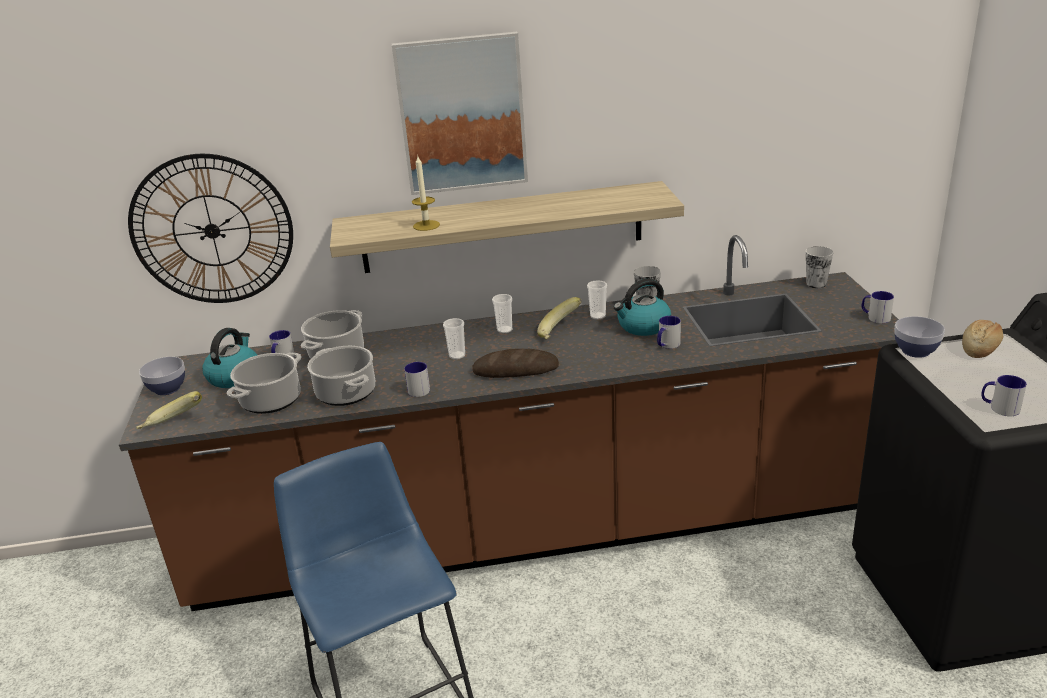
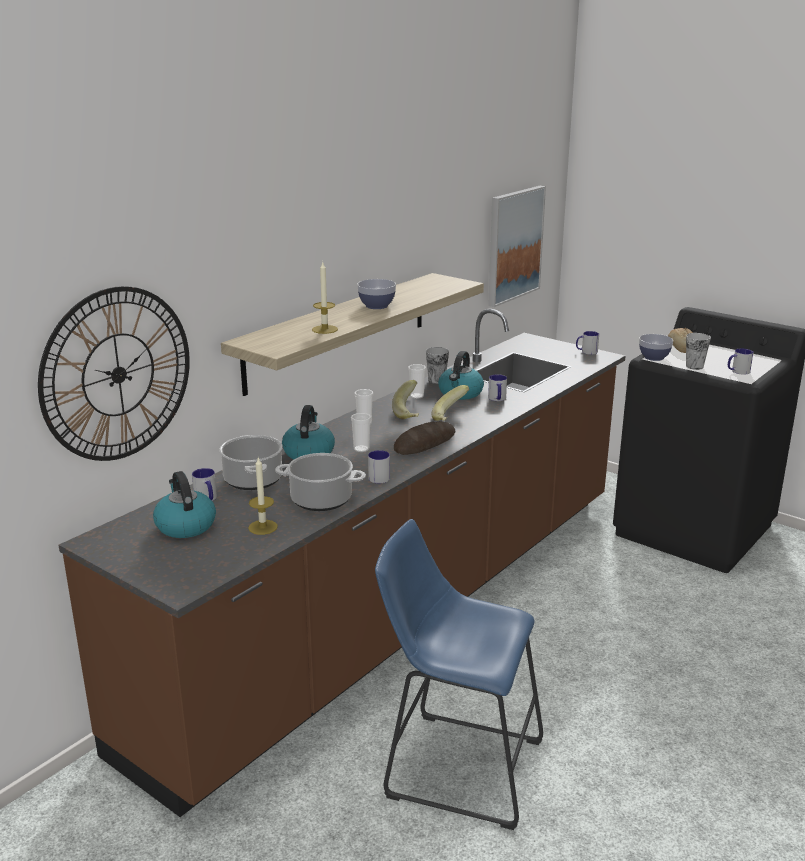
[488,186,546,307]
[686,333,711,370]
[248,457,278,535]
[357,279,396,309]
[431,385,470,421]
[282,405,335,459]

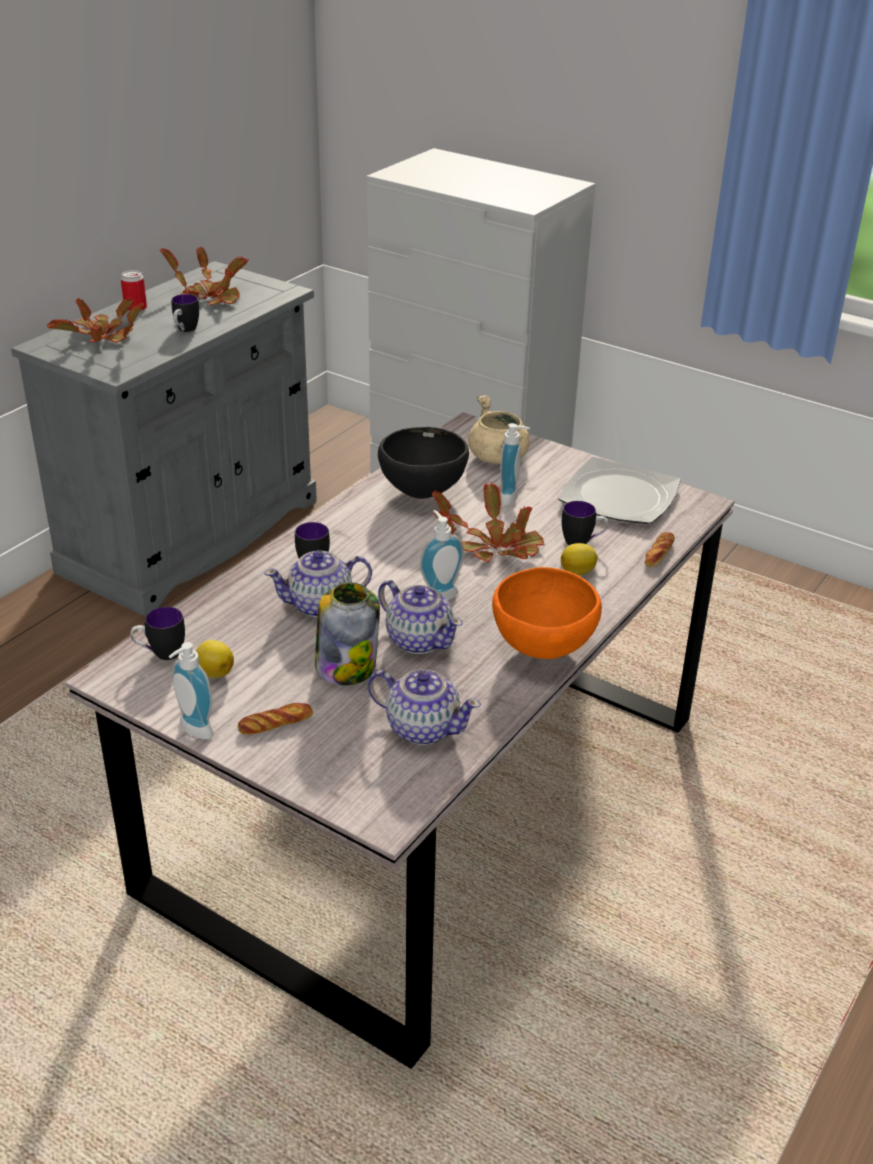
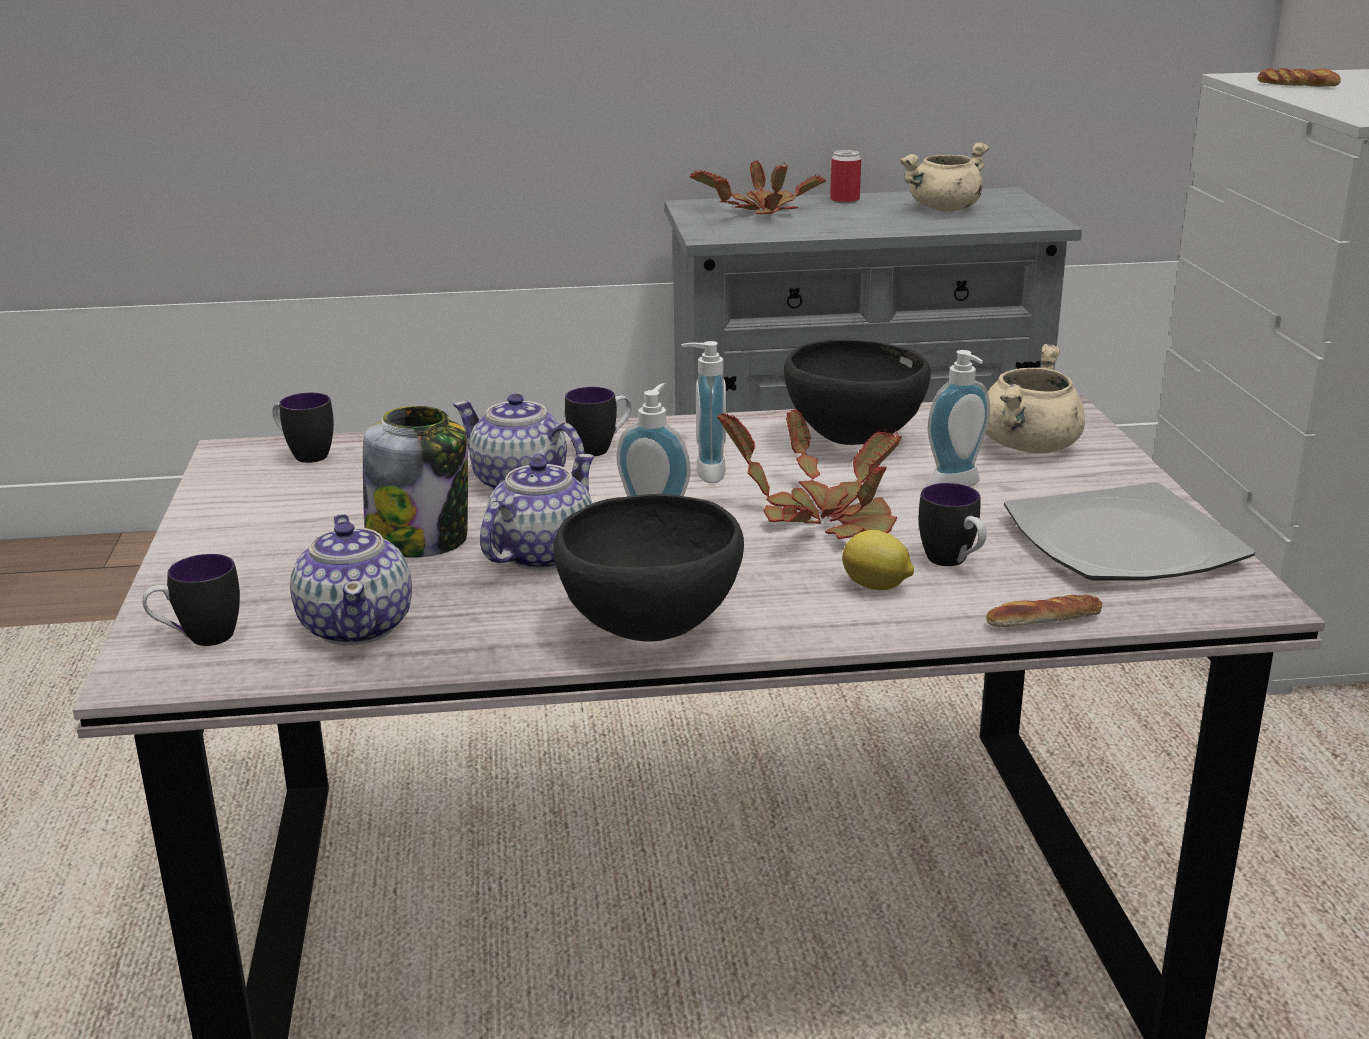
[900,142,989,211]
[142,554,240,646]
[554,494,744,641]
[480,454,594,570]
[196,640,234,678] (first image)
[681,341,726,483]
[1257,68,1341,87]

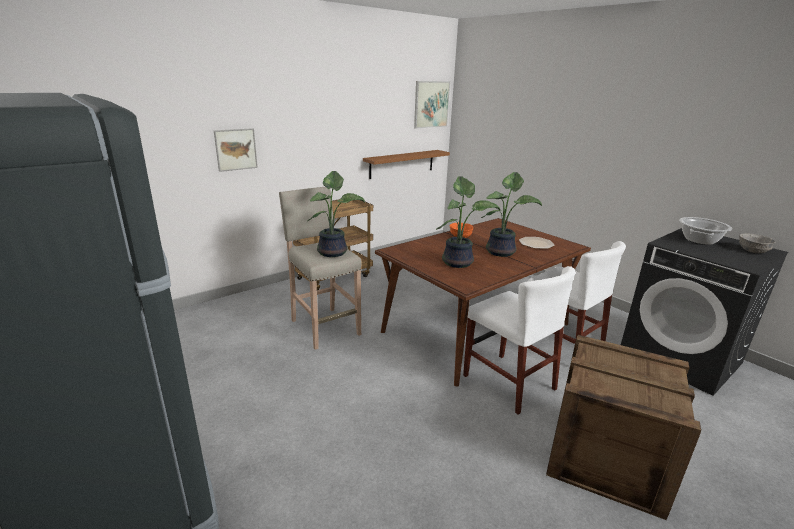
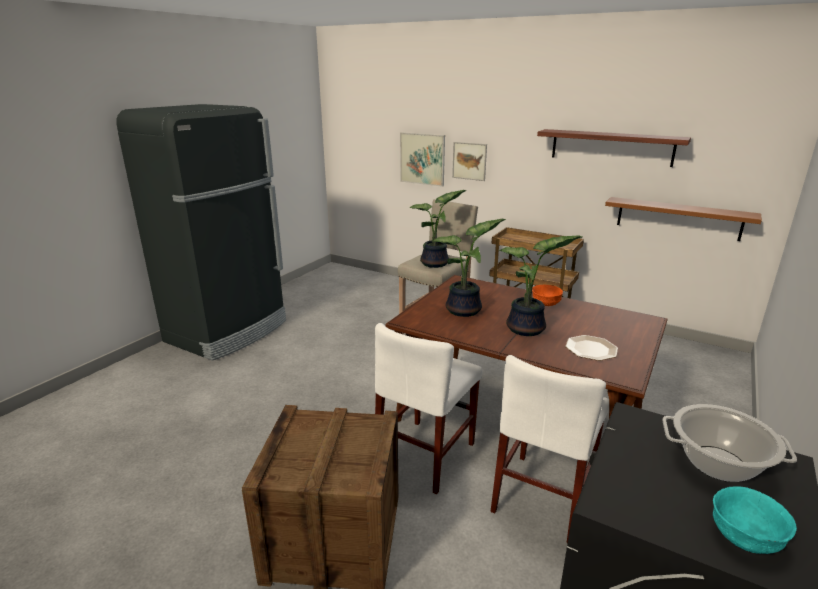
[400,132,445,187]
[713,486,797,554]
[537,129,691,167]

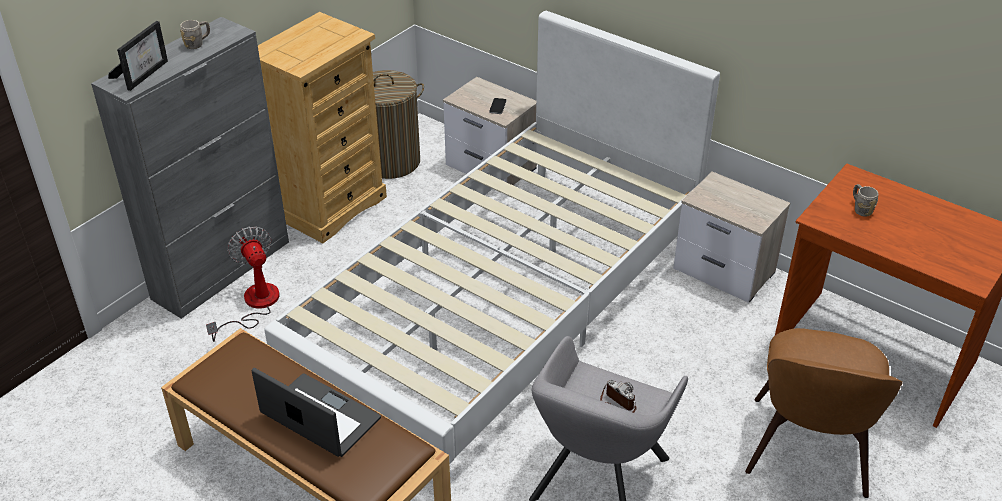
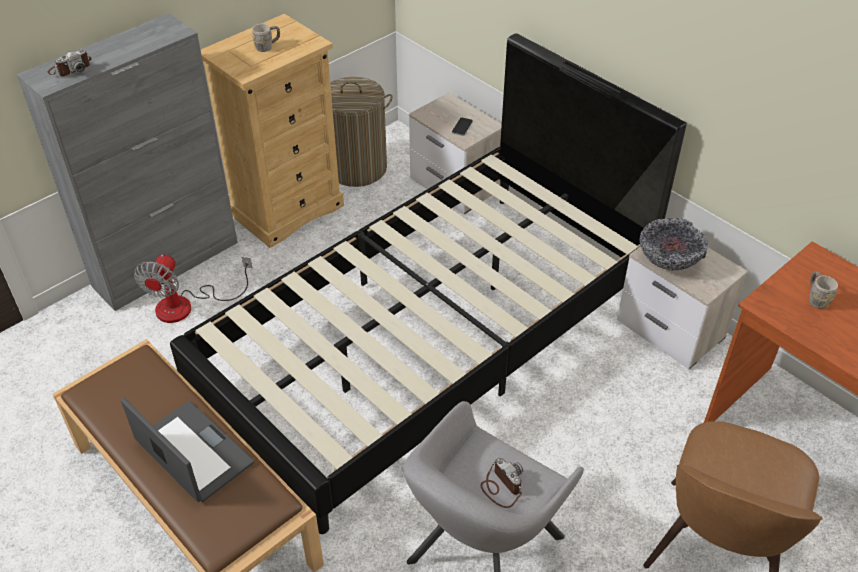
[170,33,687,534]
[252,24,280,52]
[48,49,91,76]
[134,254,252,323]
[640,218,708,271]

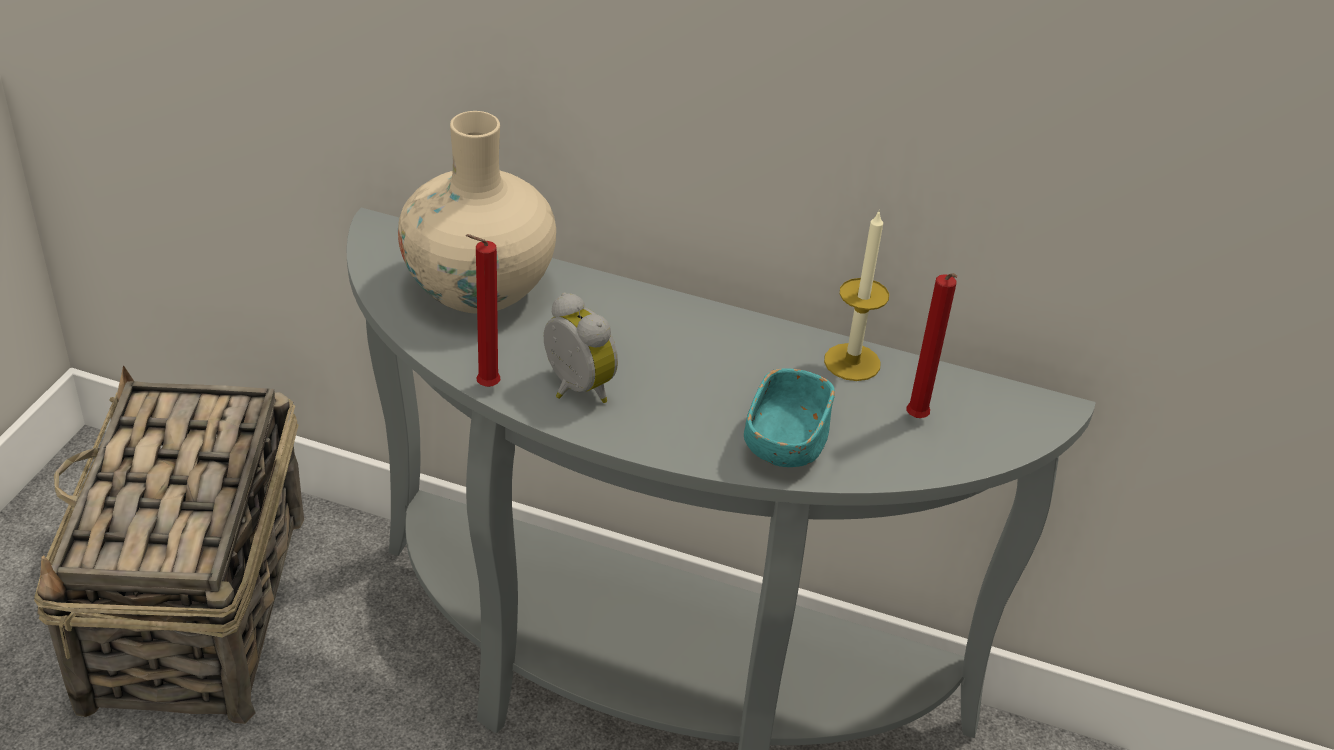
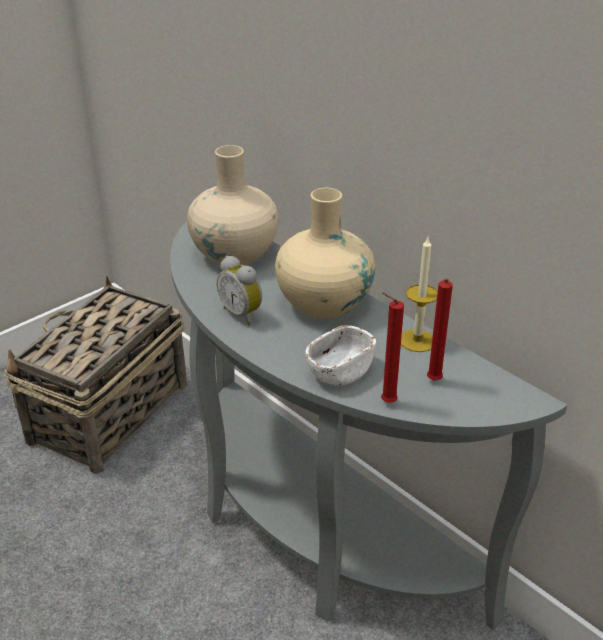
[381,293,404,403]
[217,256,262,325]
[305,325,376,385]
[275,188,375,319]

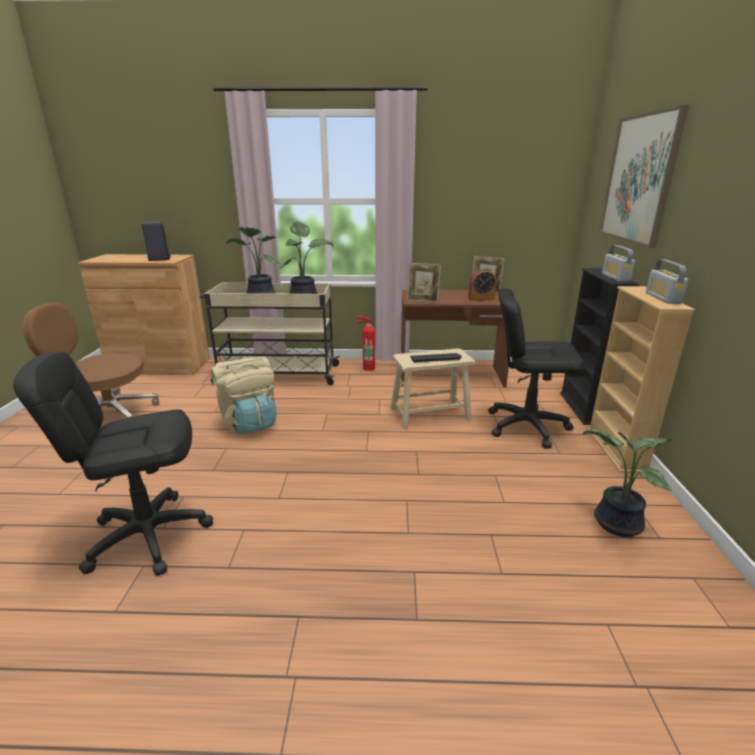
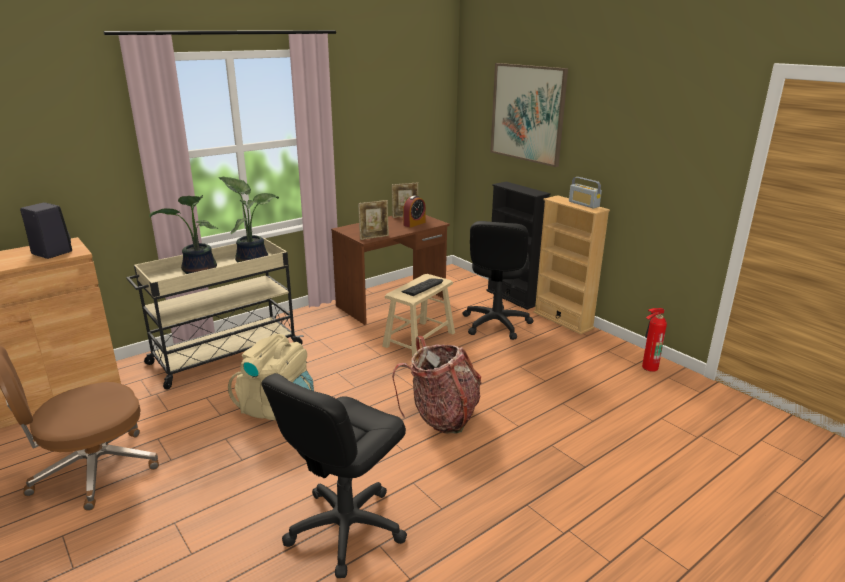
[602,245,635,282] (first image)
[463,221,534,340]
[642,308,667,372]
[582,429,672,537] (first image)
[392,336,482,434]

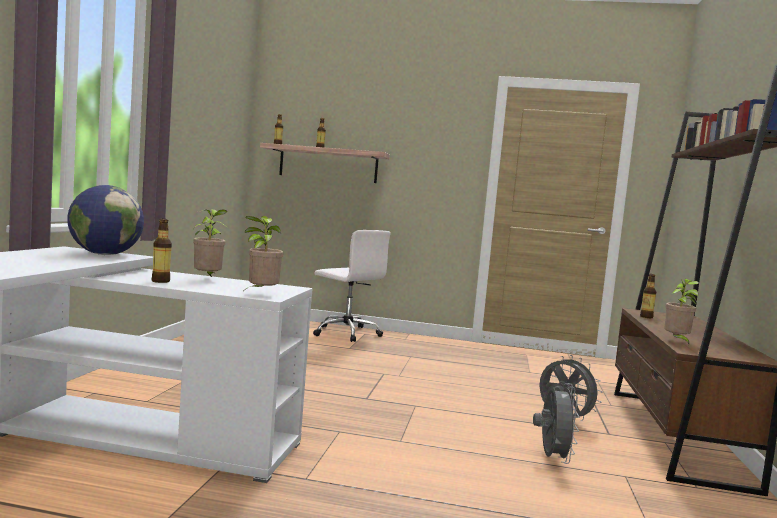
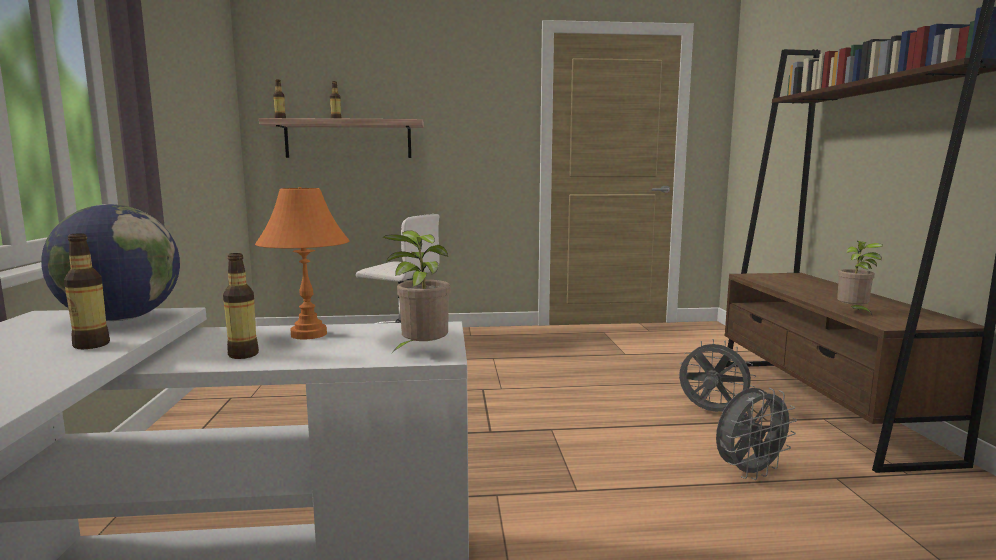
[255,187,350,339]
[64,233,110,349]
[716,388,797,480]

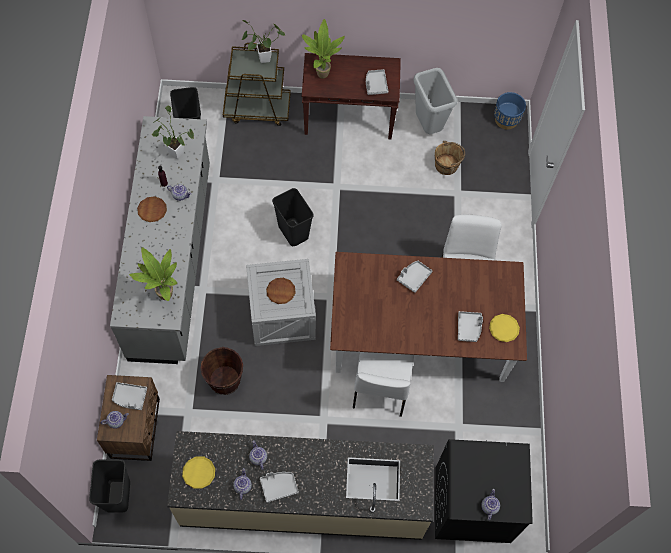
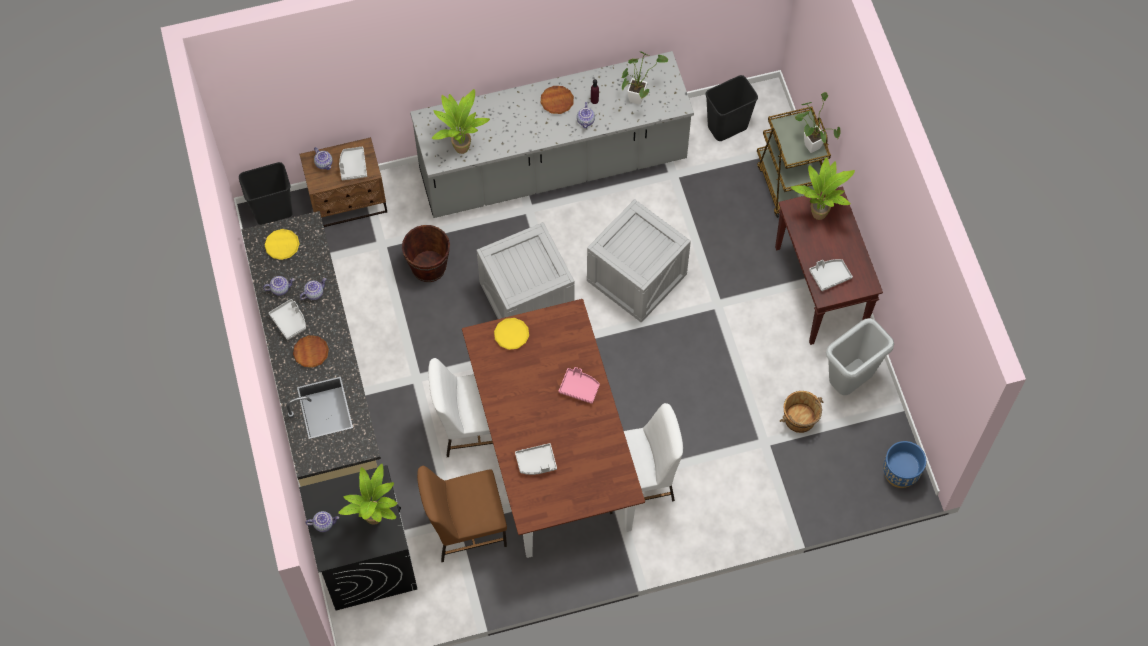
[587,199,691,323]
[559,367,600,404]
[293,335,329,368]
[494,318,529,350]
[338,464,397,525]
[417,466,507,562]

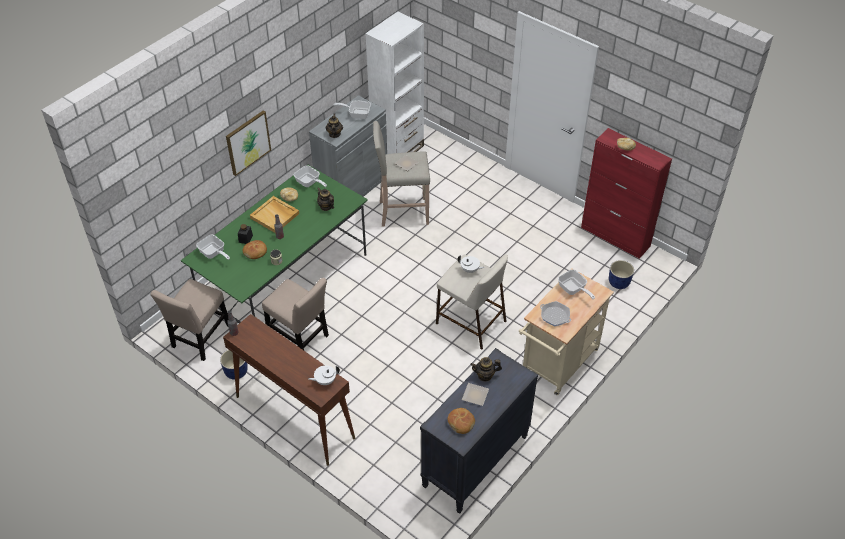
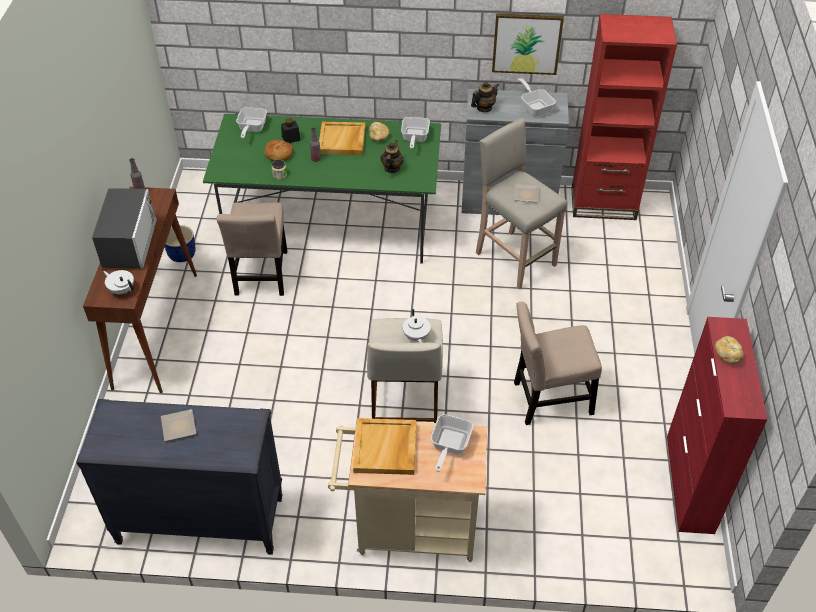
[571,14,677,220]
[492,13,564,75]
[609,260,634,289] (first image)
[514,301,602,425]
[353,418,416,475]
[470,357,502,382] (first image)
[448,408,475,434] (first image)
[92,188,157,268]

